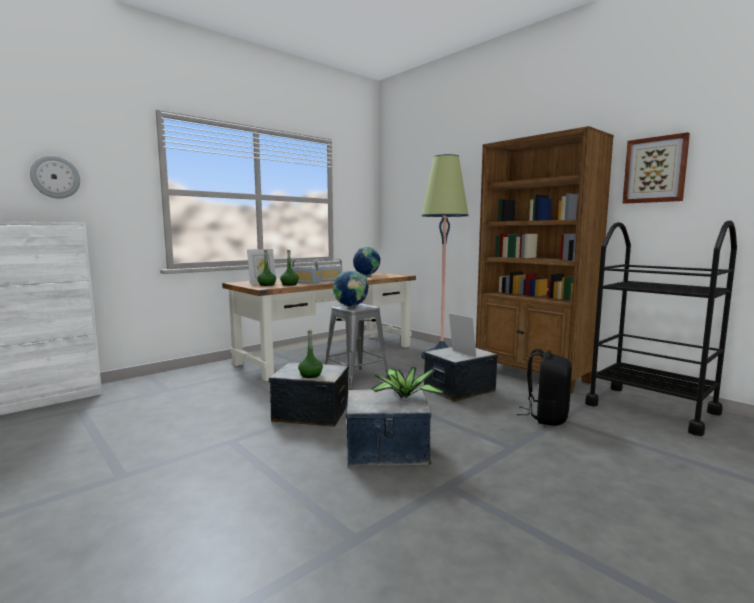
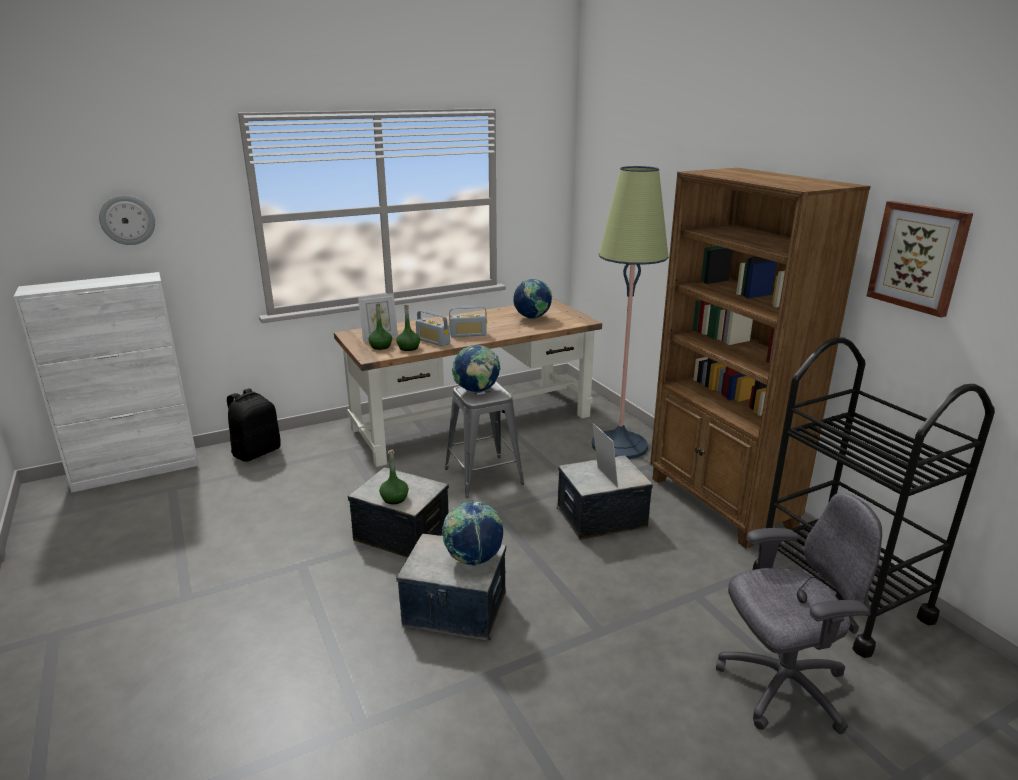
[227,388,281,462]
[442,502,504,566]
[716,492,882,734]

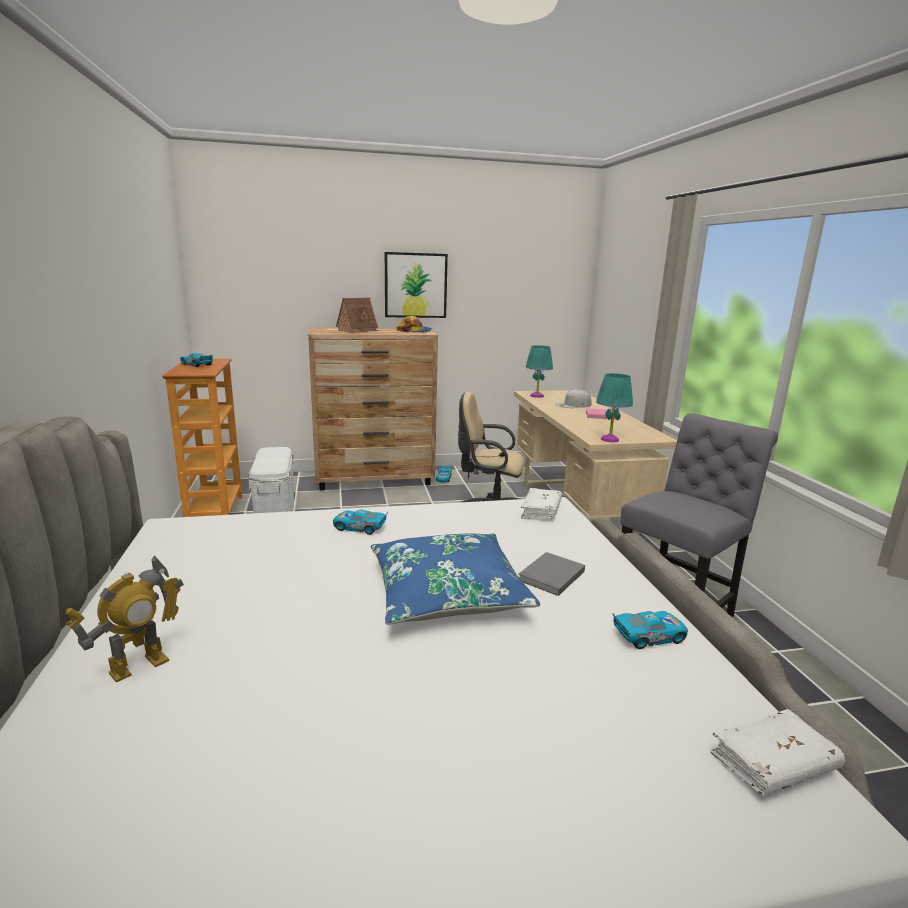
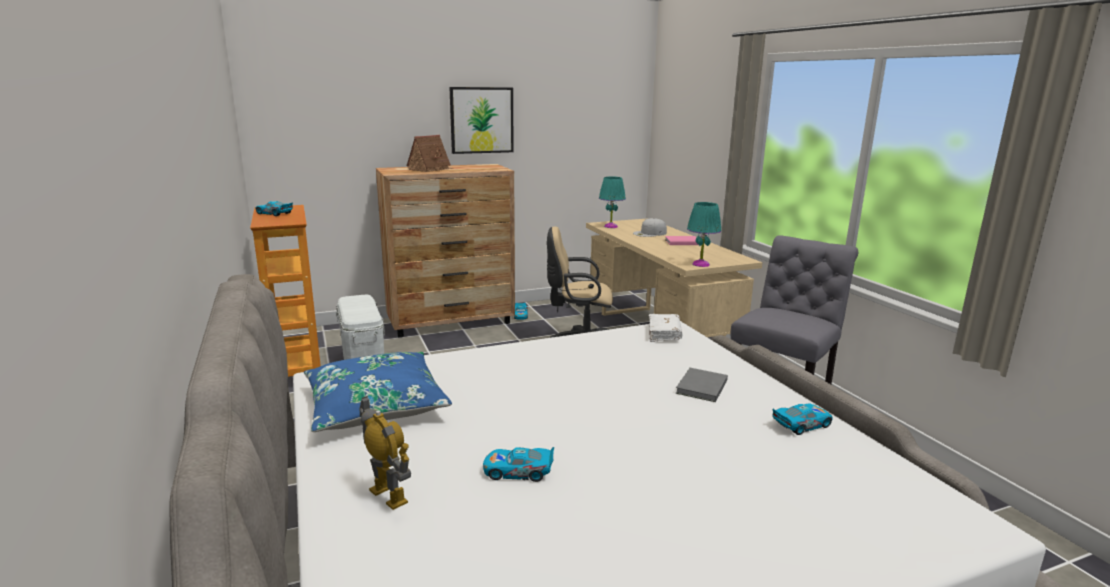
[397,316,432,333] (first image)
[483,447,554,482]
[304,352,452,432]
[360,396,411,510]
[711,709,845,796] (first image)

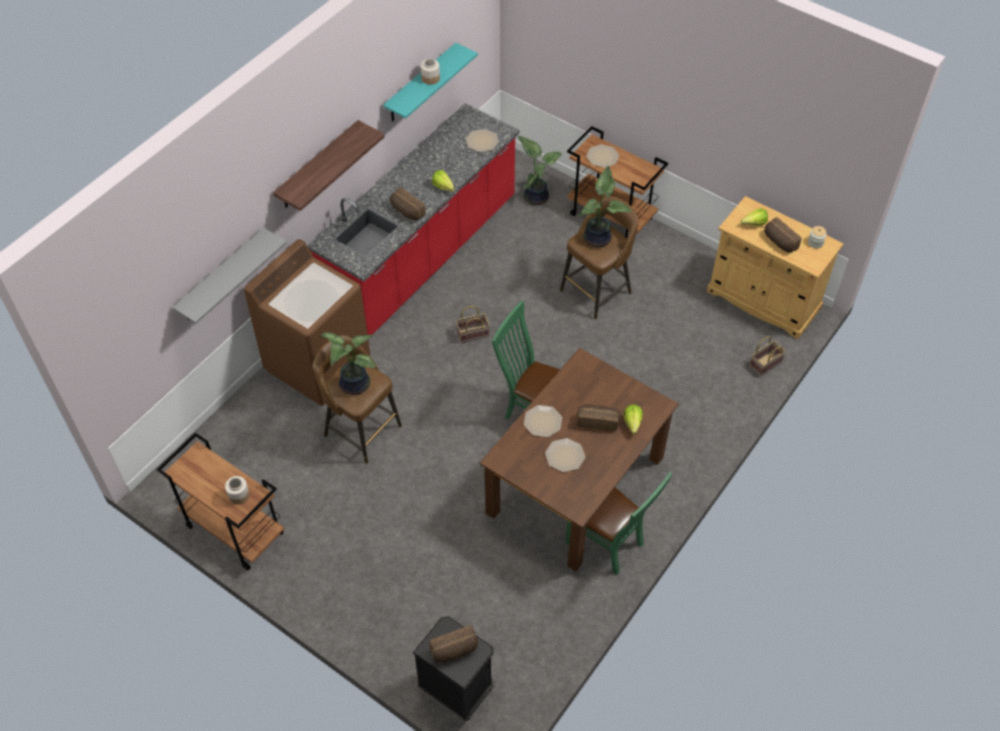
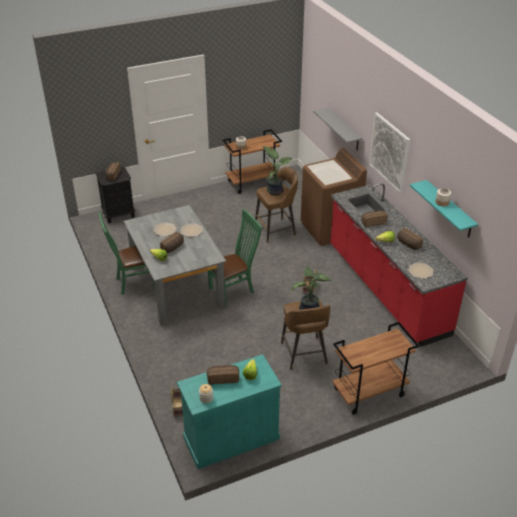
[369,112,410,194]
[517,136,562,205] (first image)
[586,144,619,168] (first image)
[177,354,282,469]
[124,205,226,325]
[397,228,423,250]

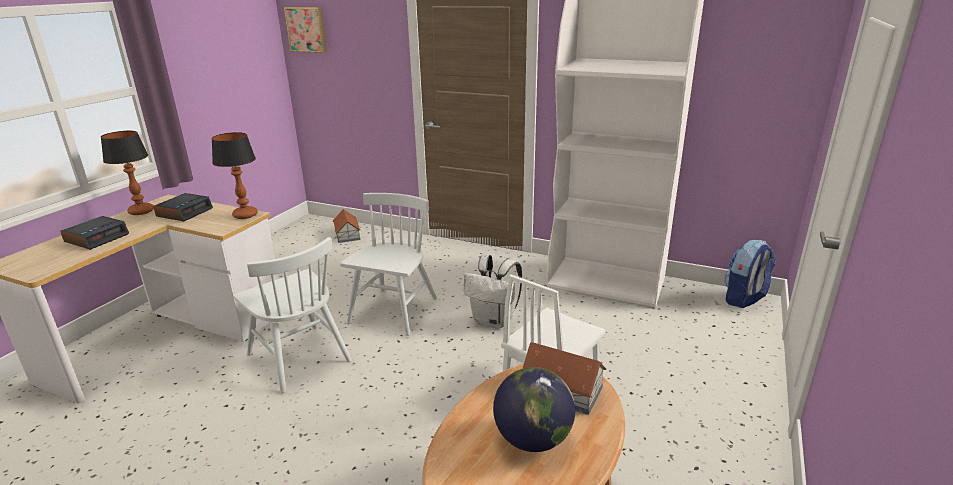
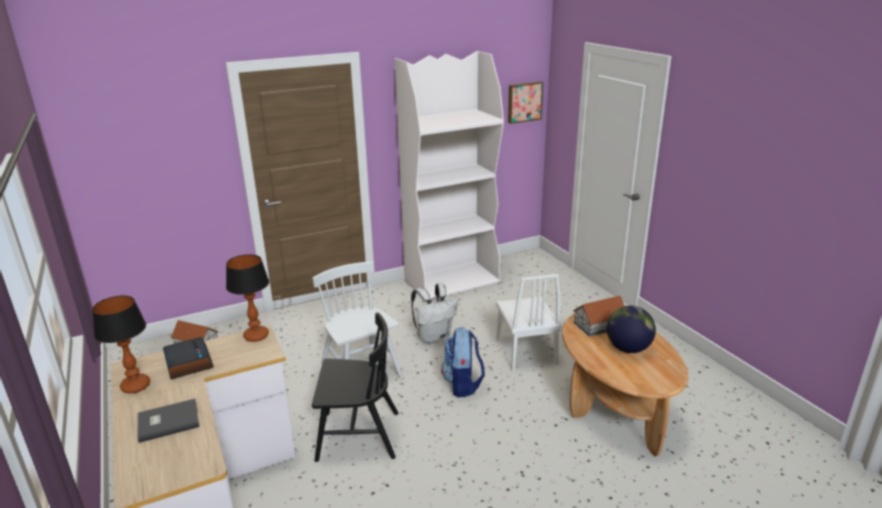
[508,81,543,124]
[137,399,199,443]
[312,312,398,462]
[441,327,485,398]

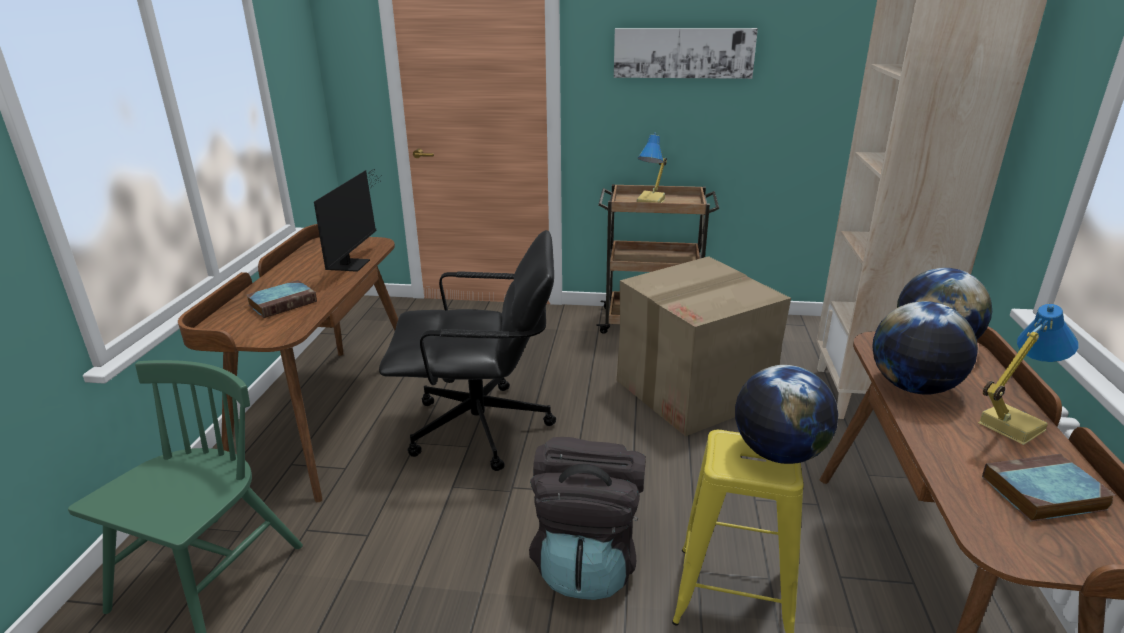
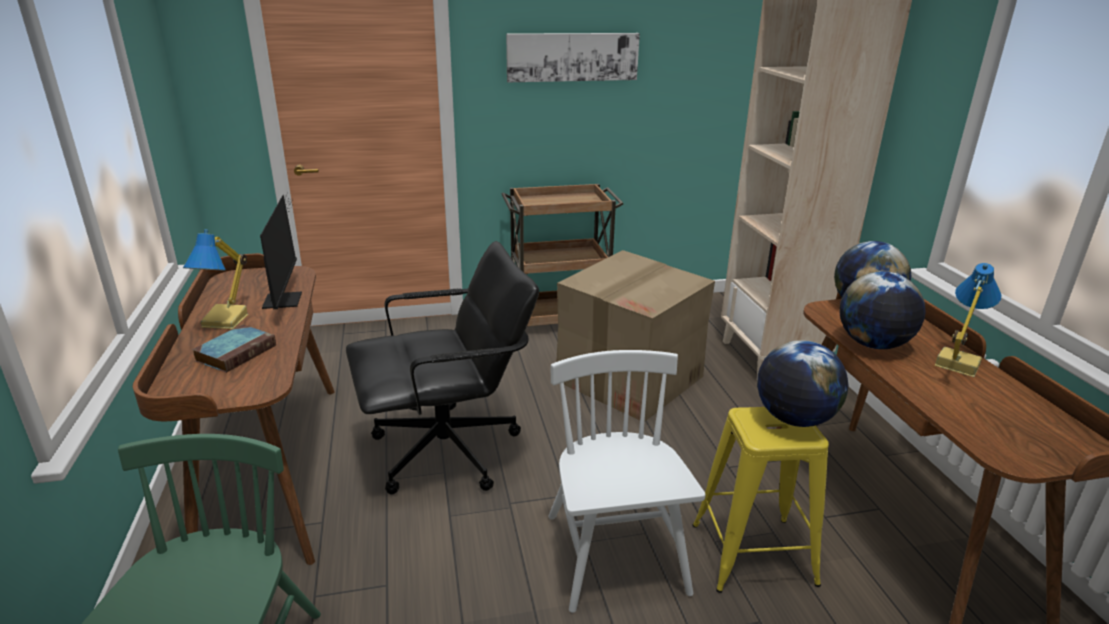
[183,229,248,329]
[548,350,706,613]
[982,454,1115,522] (first image)

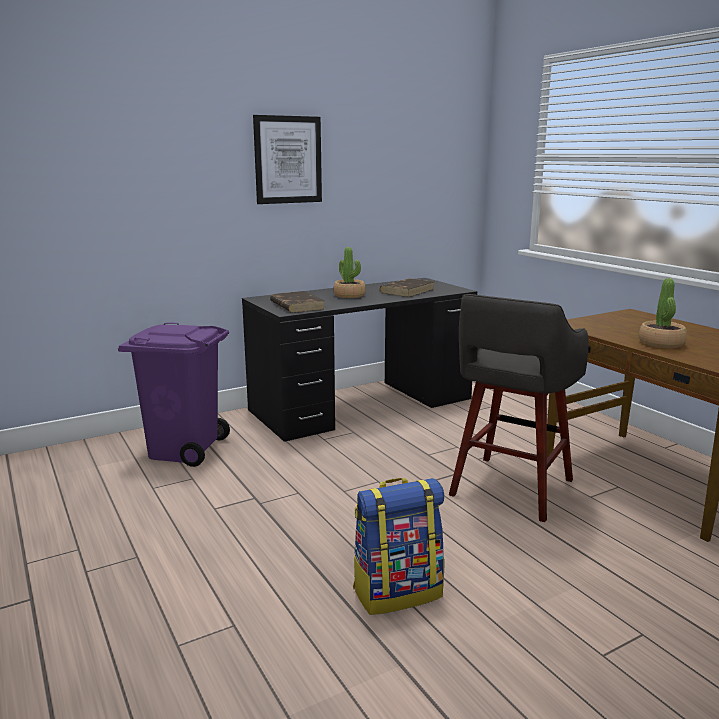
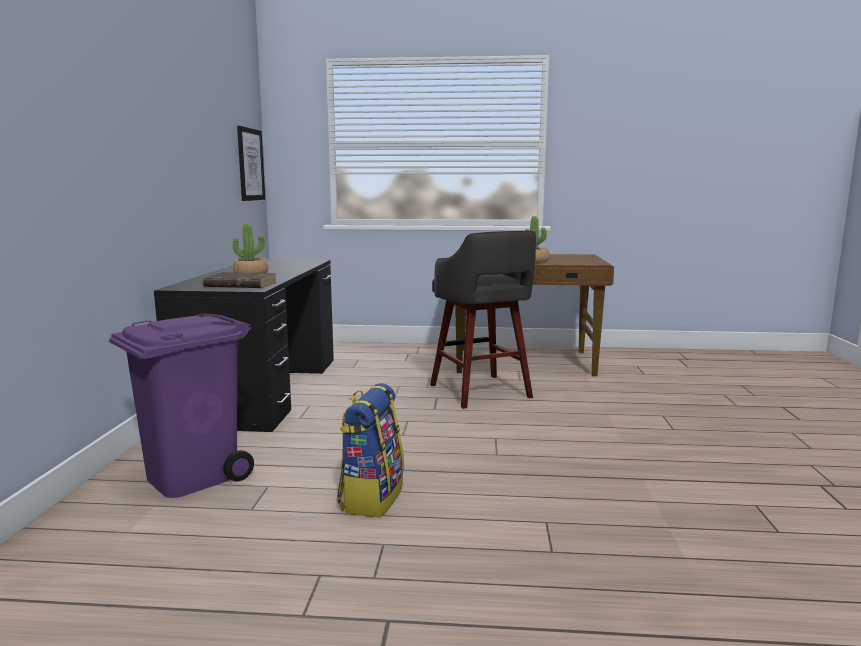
[237,126,265,201]
[380,278,434,297] (first image)
[337,383,404,517]

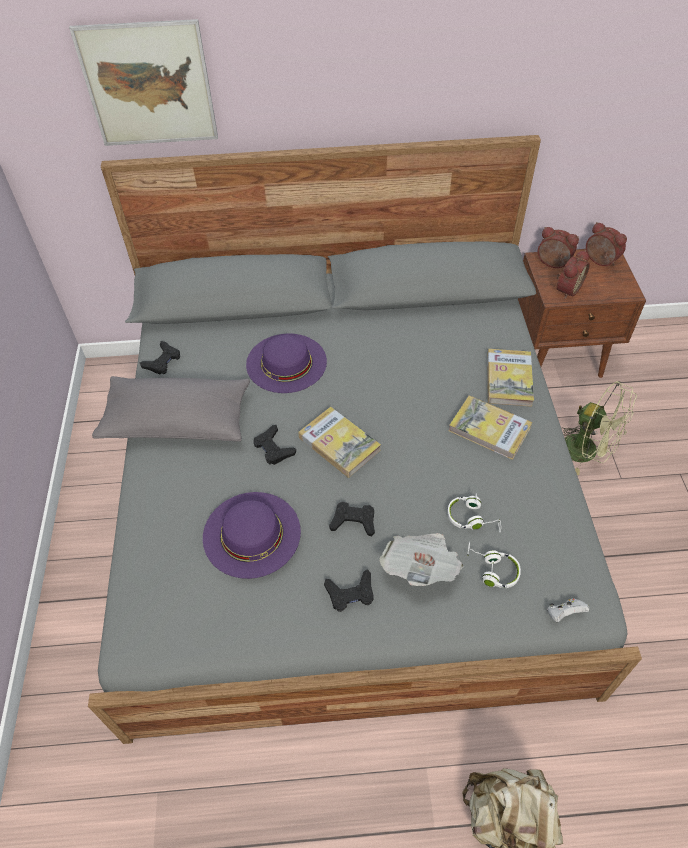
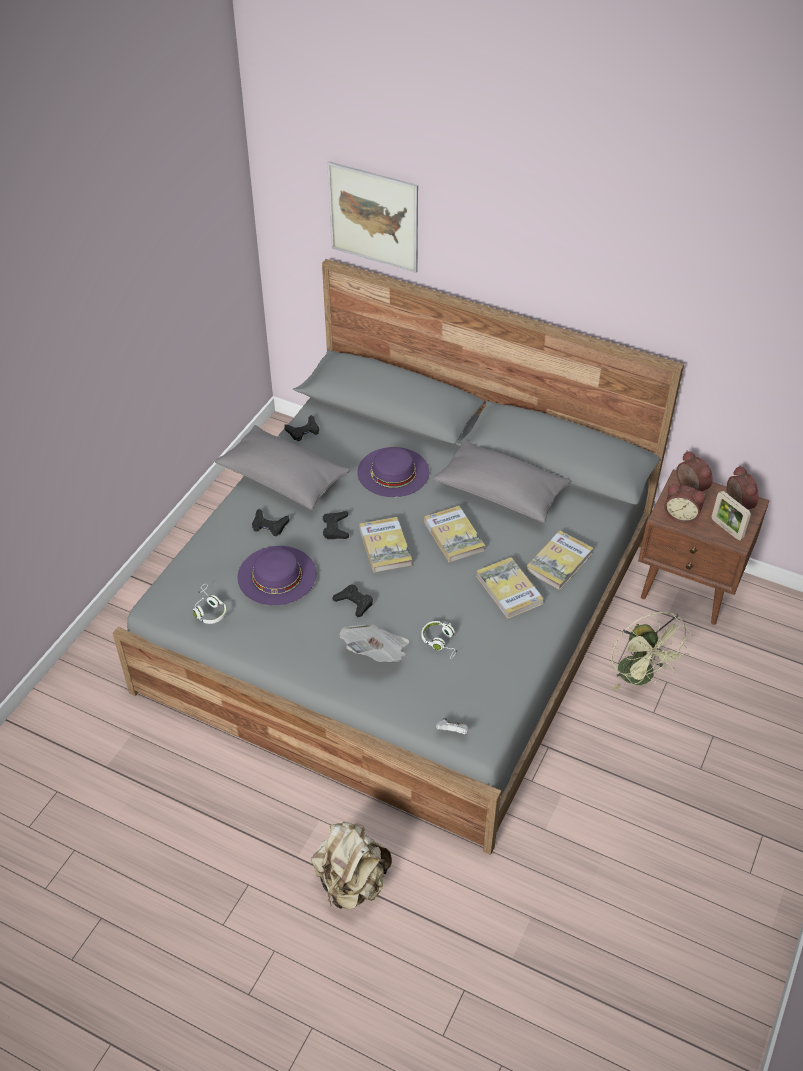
[664,484,706,523]
[193,584,226,624]
[252,509,290,536]
[433,440,571,523]
[712,491,751,540]
[424,506,485,563]

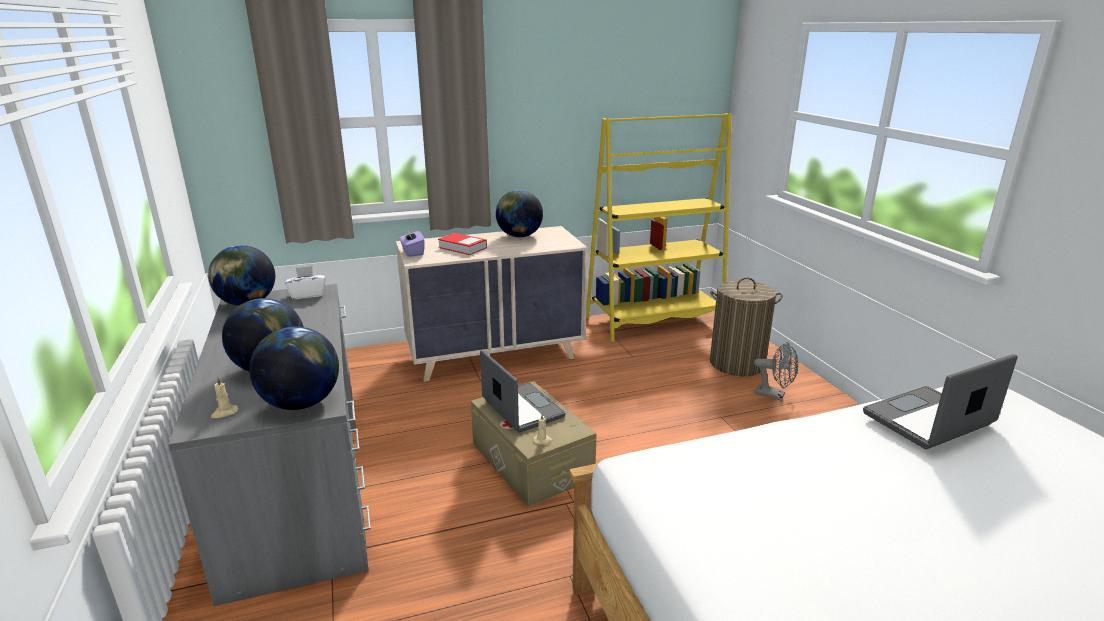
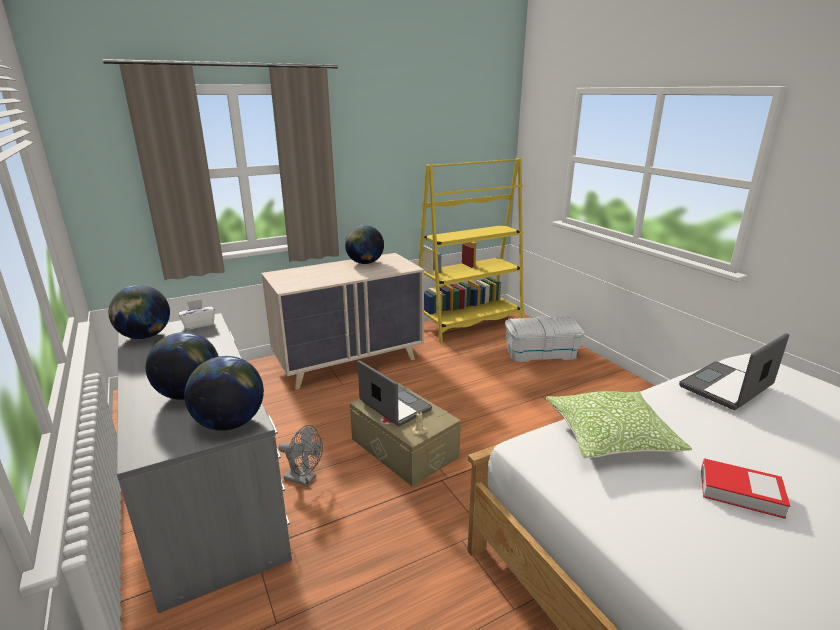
[399,229,425,257] (first image)
[701,458,790,519]
[505,316,584,362]
[278,425,323,486]
[211,377,238,418] (first image)
[546,391,692,458]

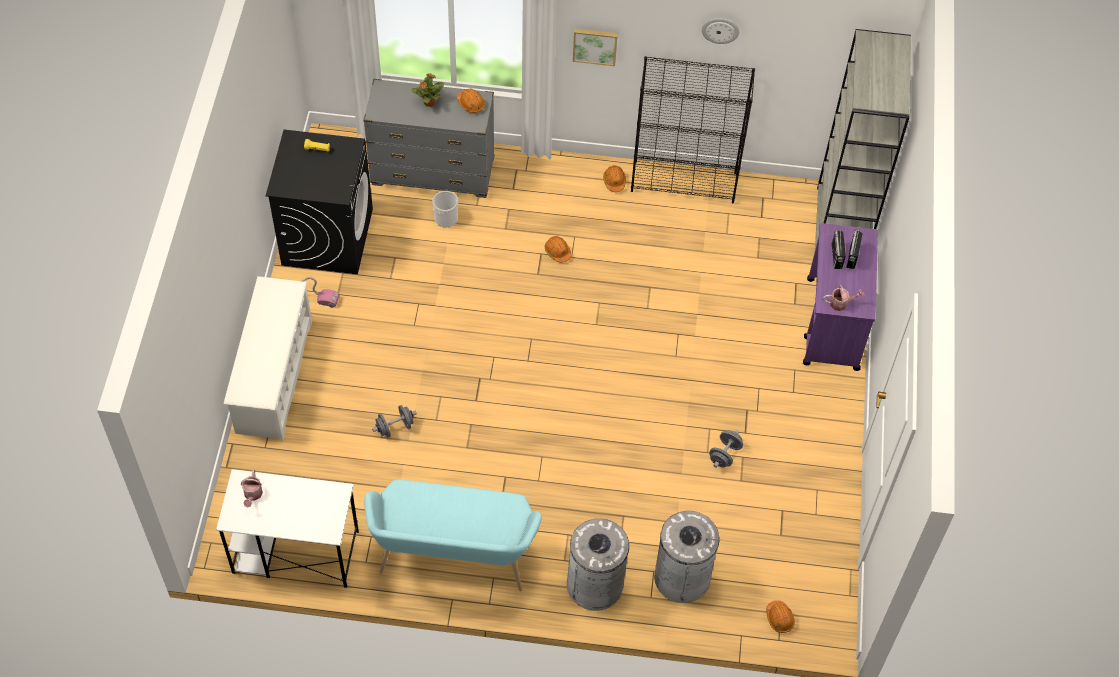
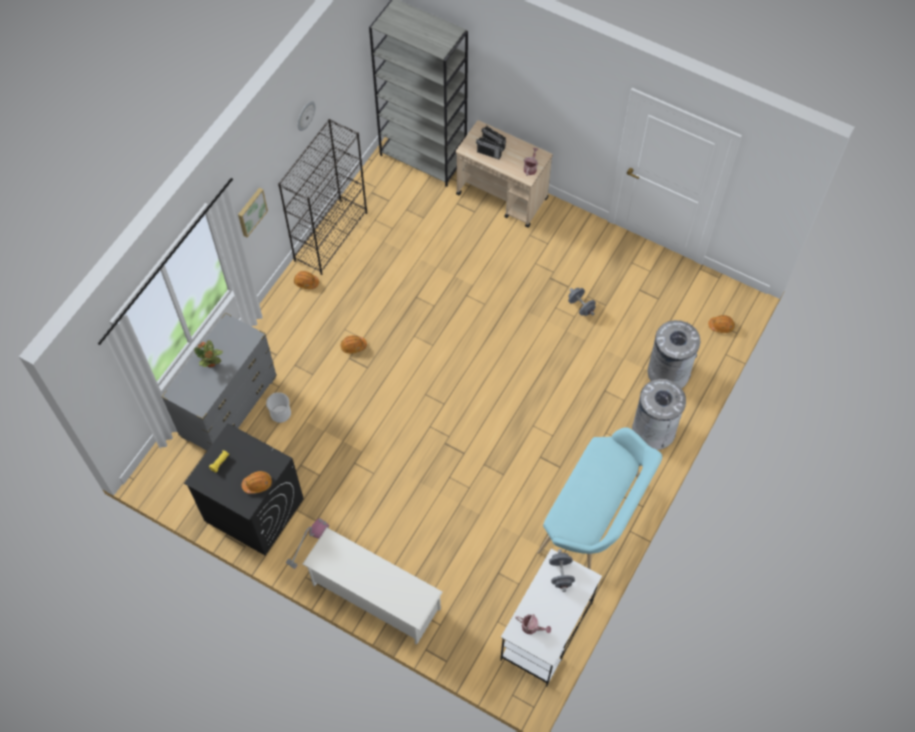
[242,471,272,494]
[456,120,553,228]
[549,549,575,592]

